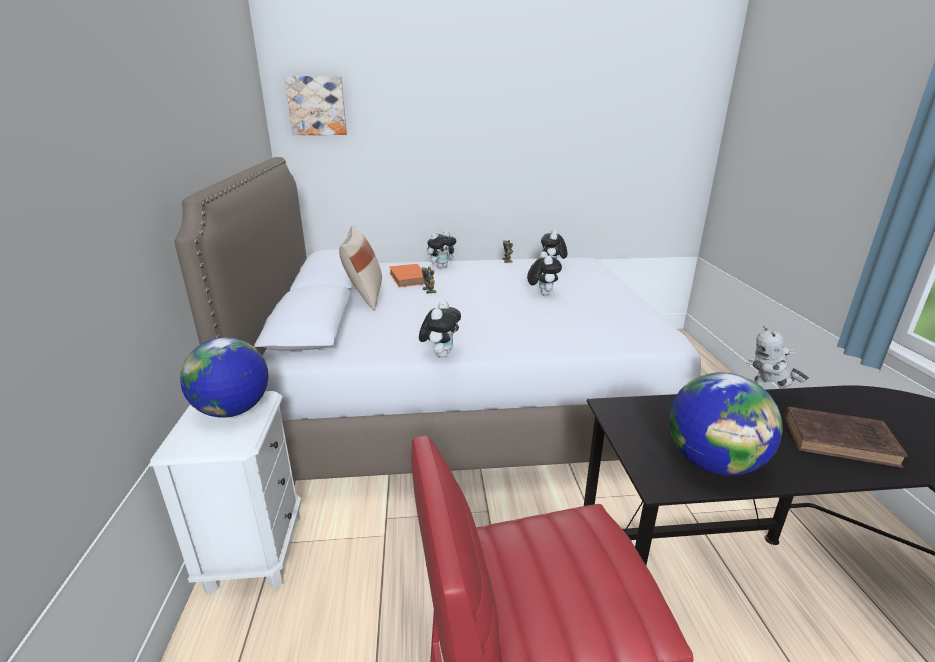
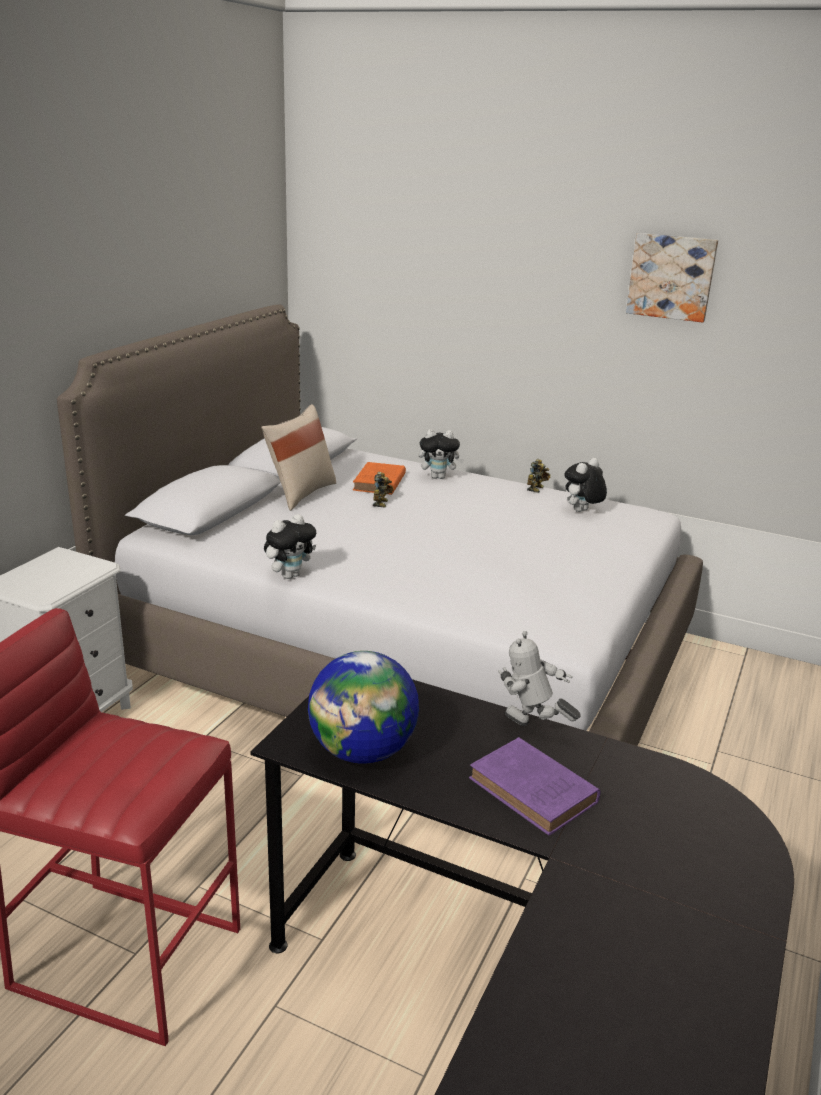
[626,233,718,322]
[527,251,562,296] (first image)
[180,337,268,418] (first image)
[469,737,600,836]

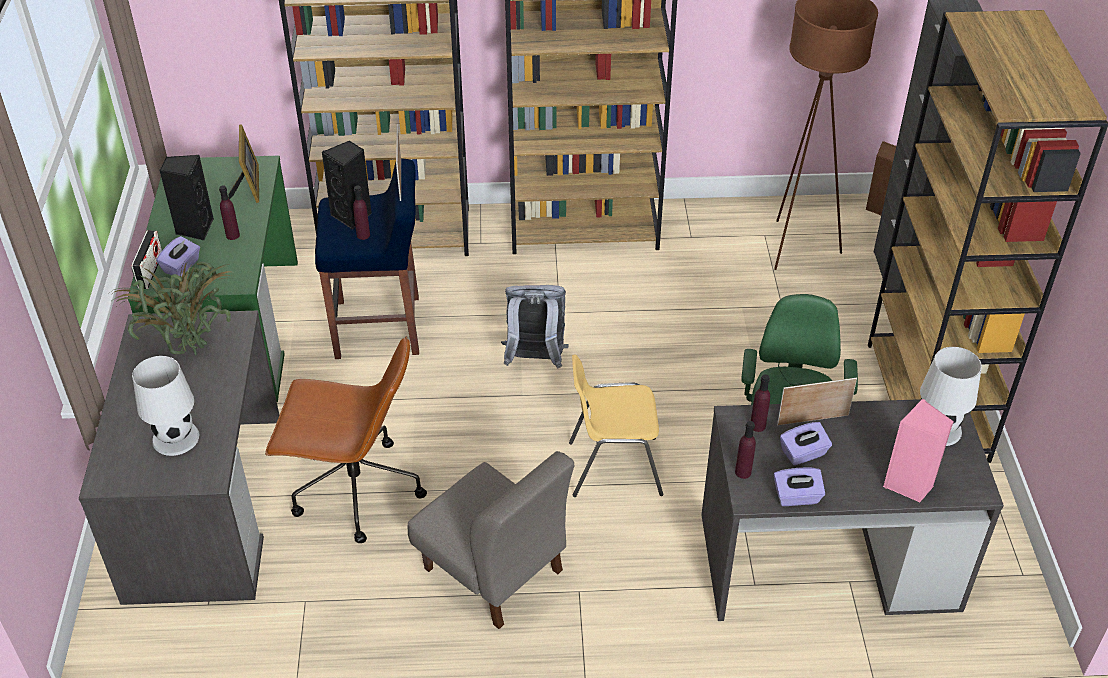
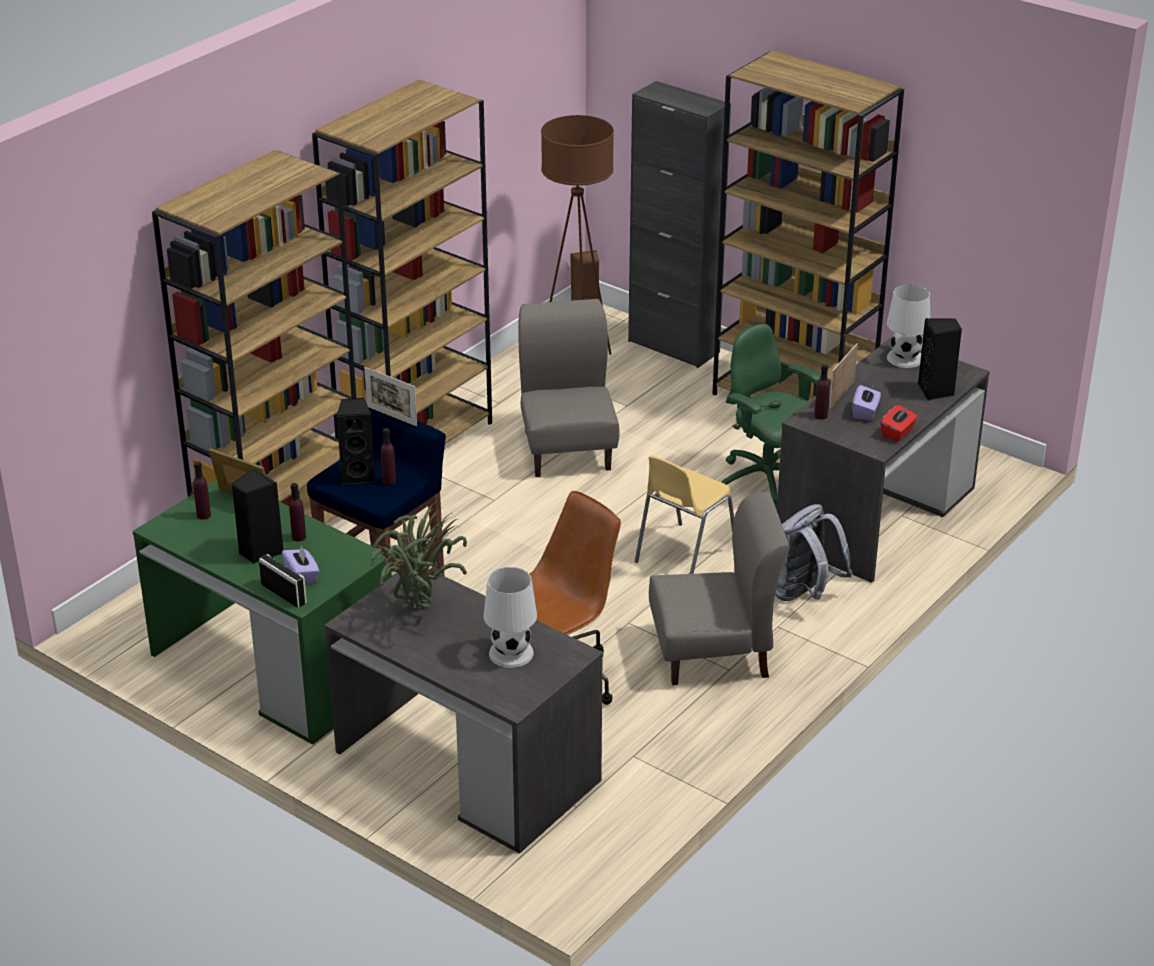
[775,504,852,601]
[918,318,962,401]
[193,461,211,520]
[881,405,918,441]
[518,299,620,477]

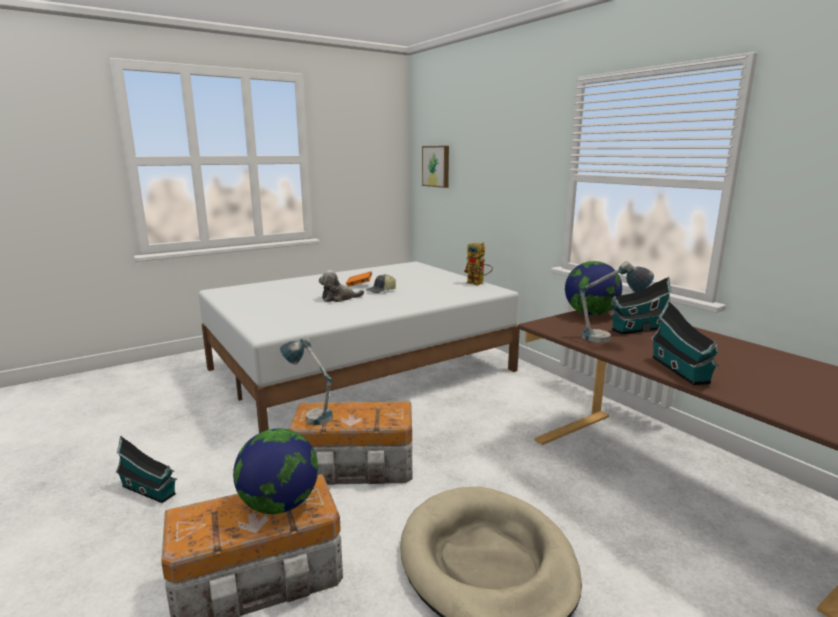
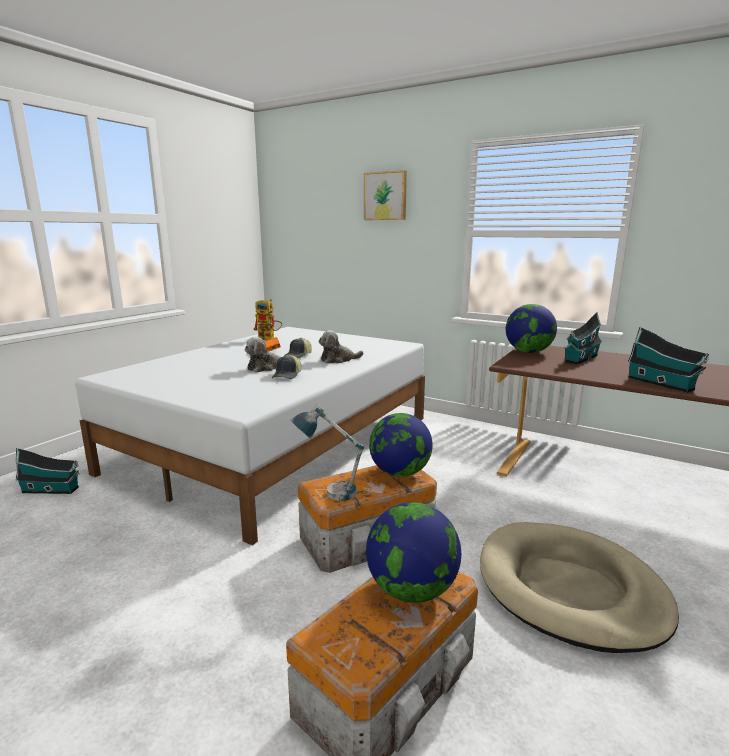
[364,170,407,220]
[253,299,282,341]
[579,261,654,343] (first image)
[15,448,79,494]
[318,330,364,364]
[272,354,301,379]
[369,413,433,477]

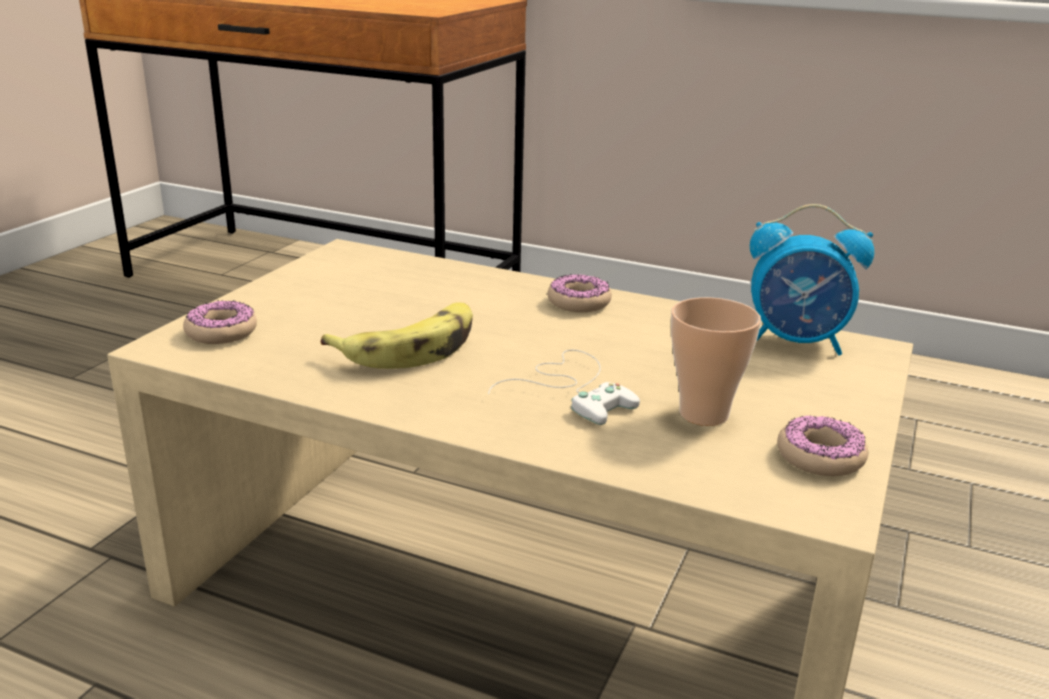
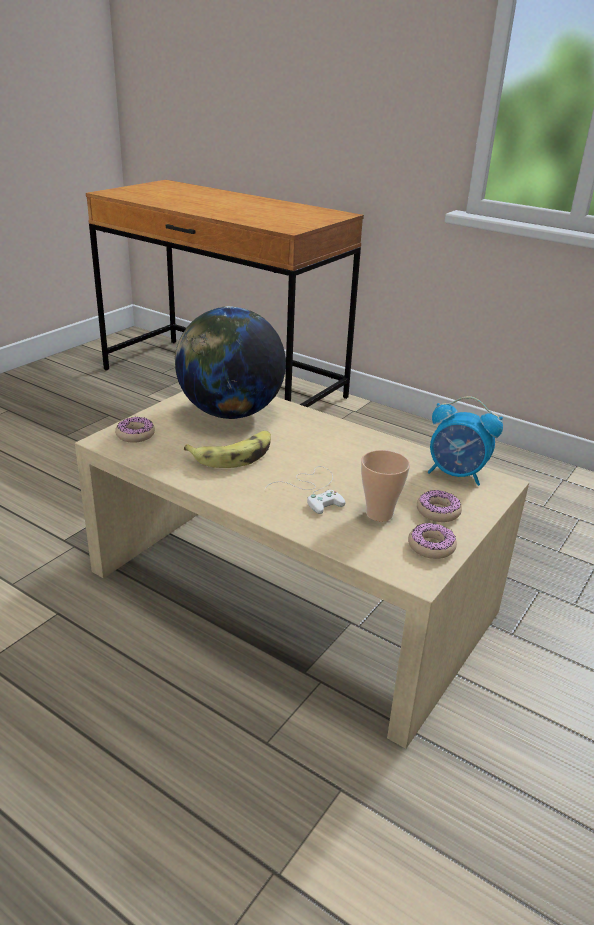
[417,490,462,522]
[175,306,286,419]

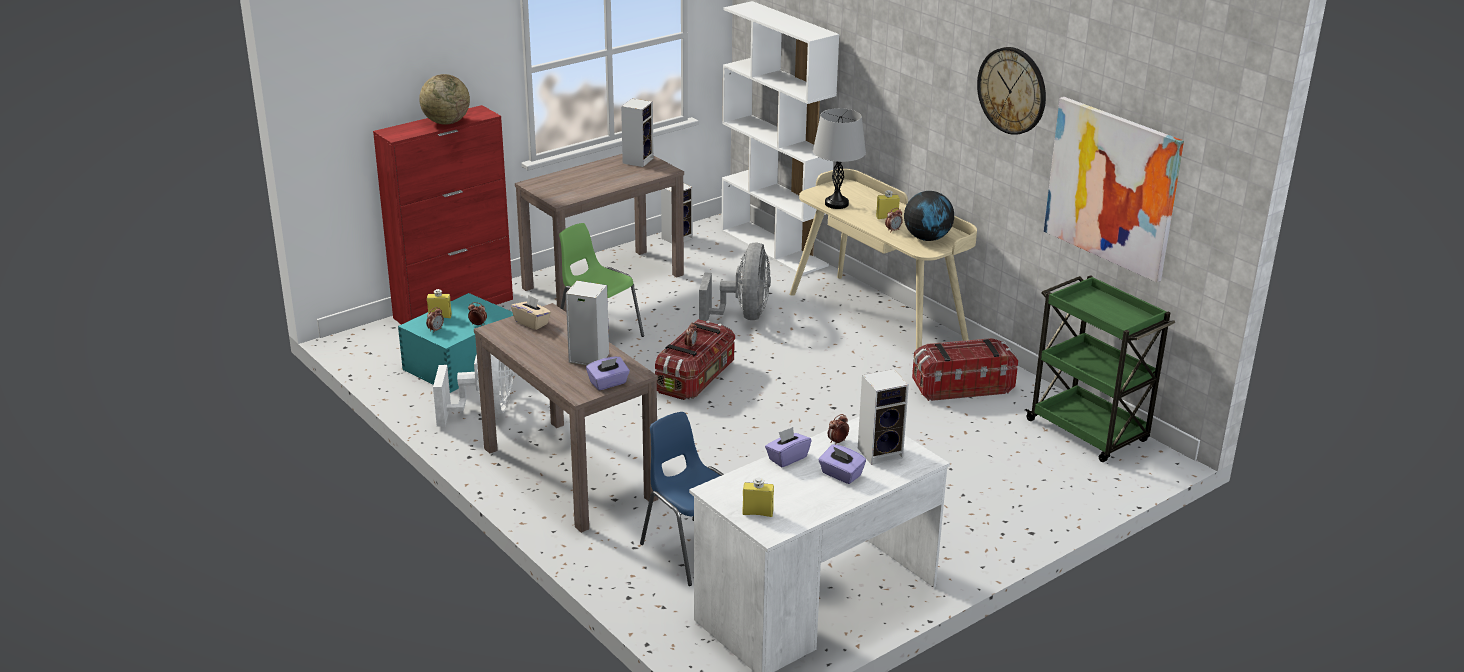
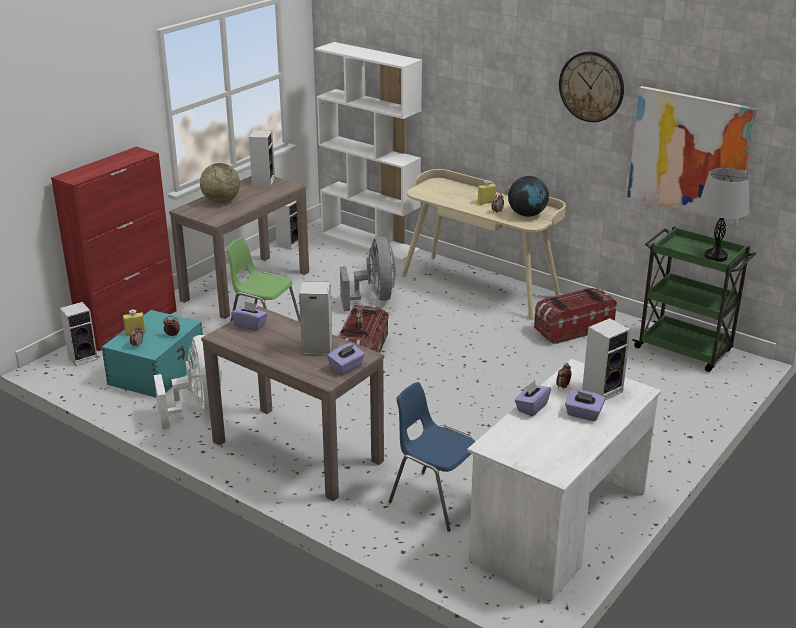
[200,163,240,203]
[698,168,749,262]
[231,301,267,331]
[742,478,774,517] (first image)
[60,302,98,366]

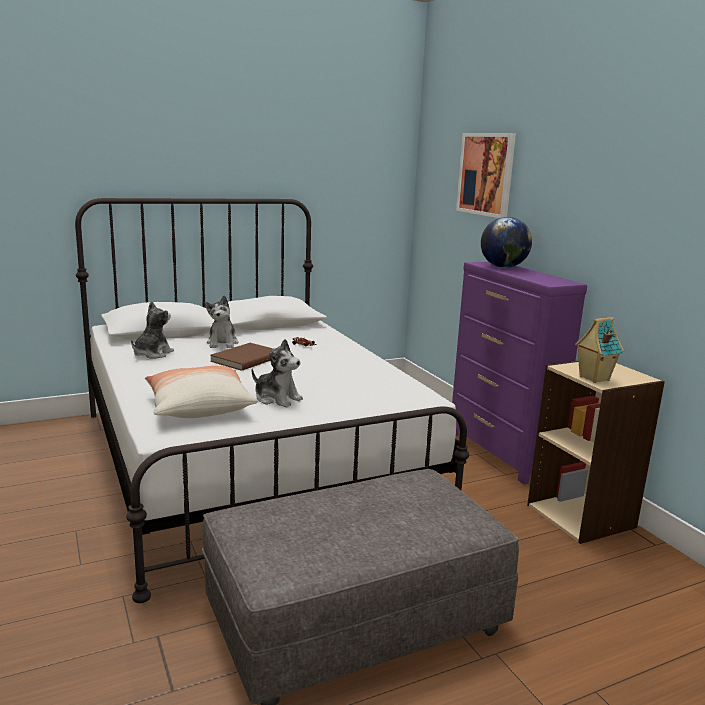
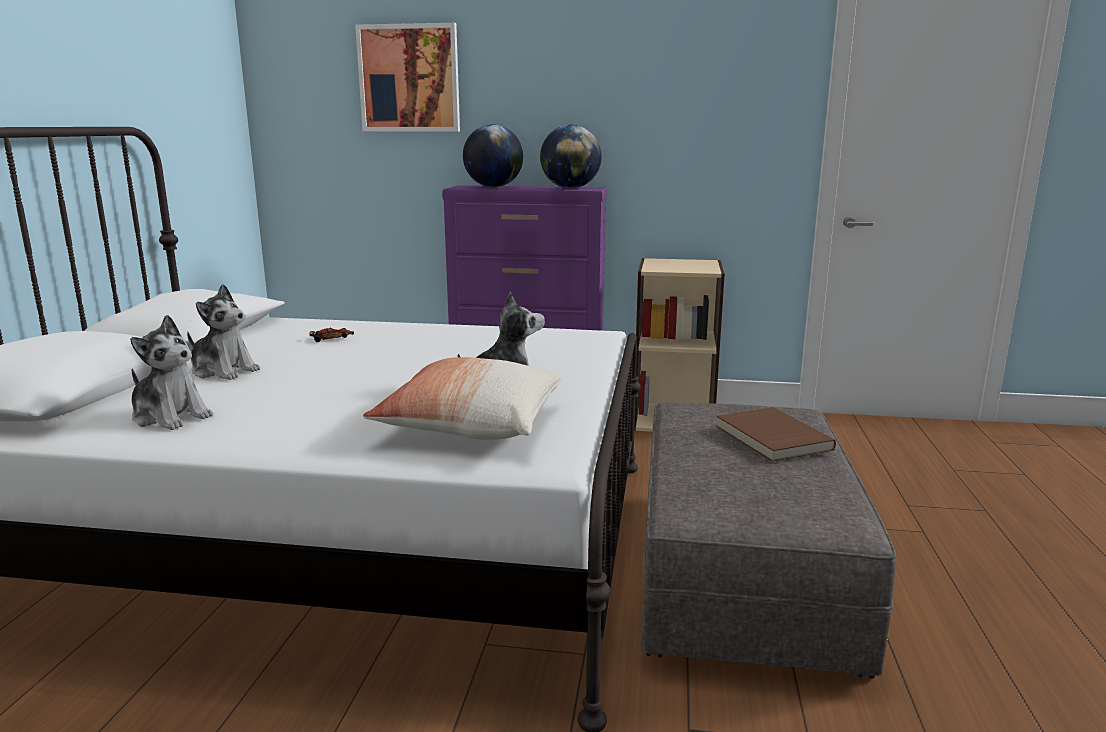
[130,315,213,430]
[575,317,624,383] (first image)
[716,407,836,462]
[540,124,602,188]

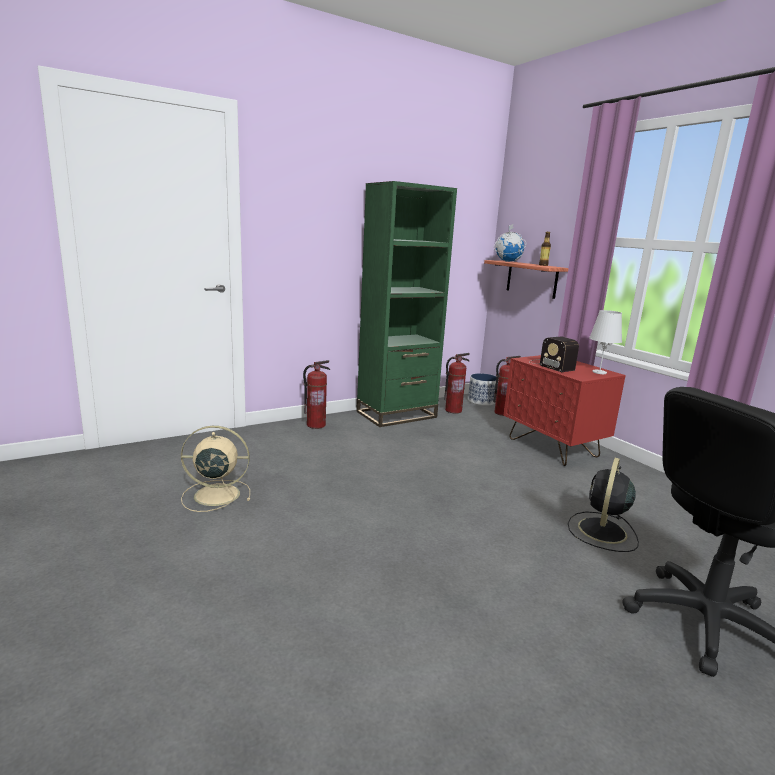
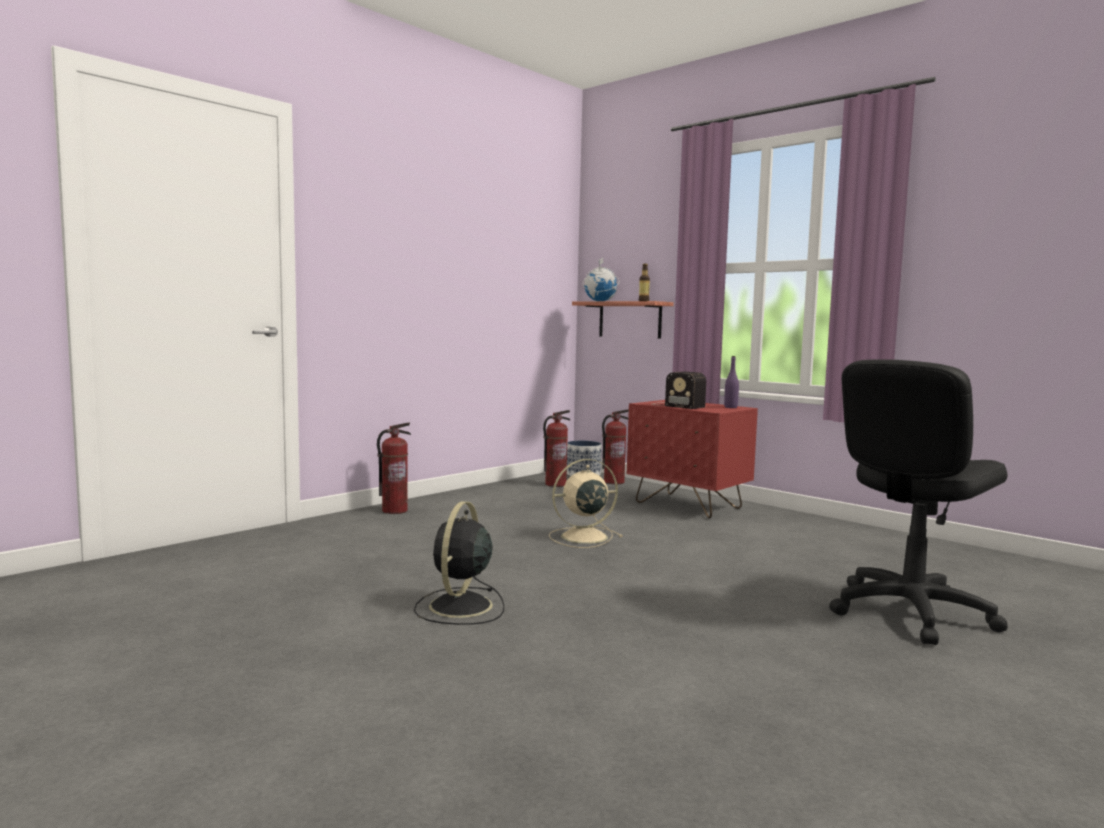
[356,181,457,427] (first image)
[724,356,739,408]
[549,459,623,548]
[414,501,504,625]

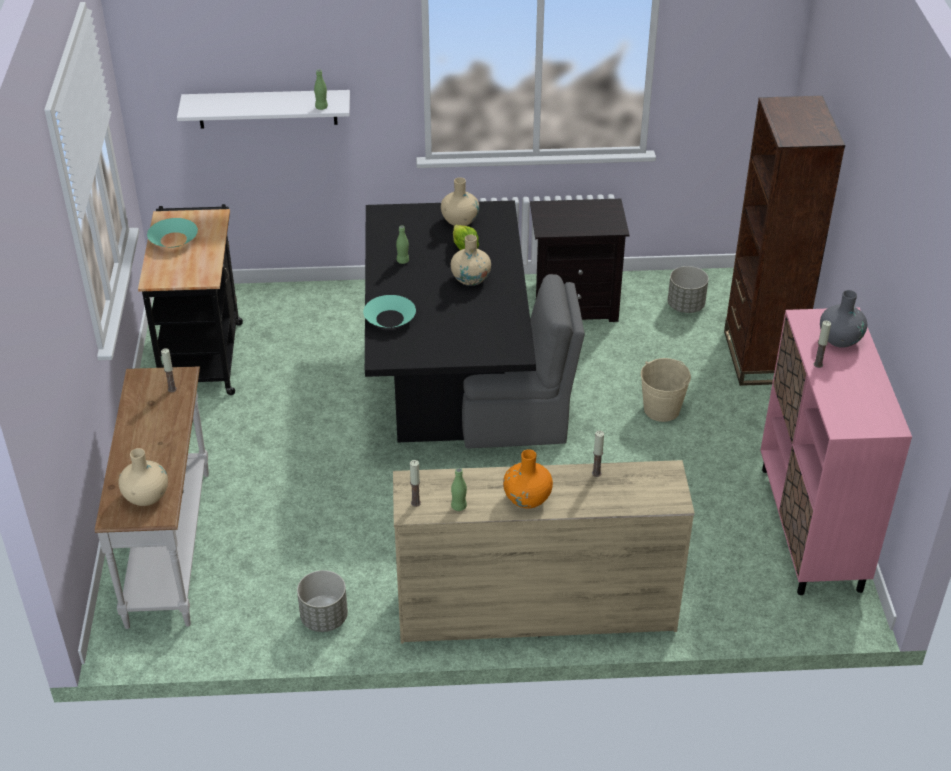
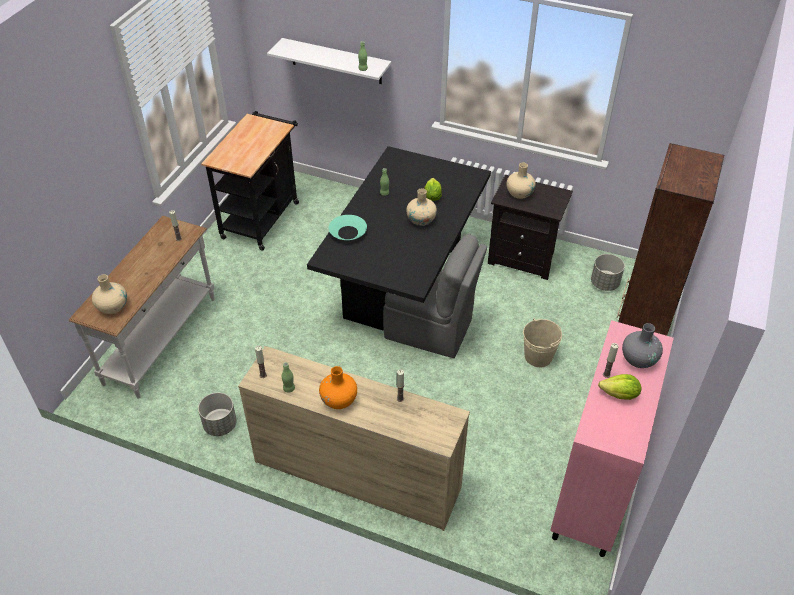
[506,162,536,199]
[147,218,198,248] (first image)
[598,374,641,400]

